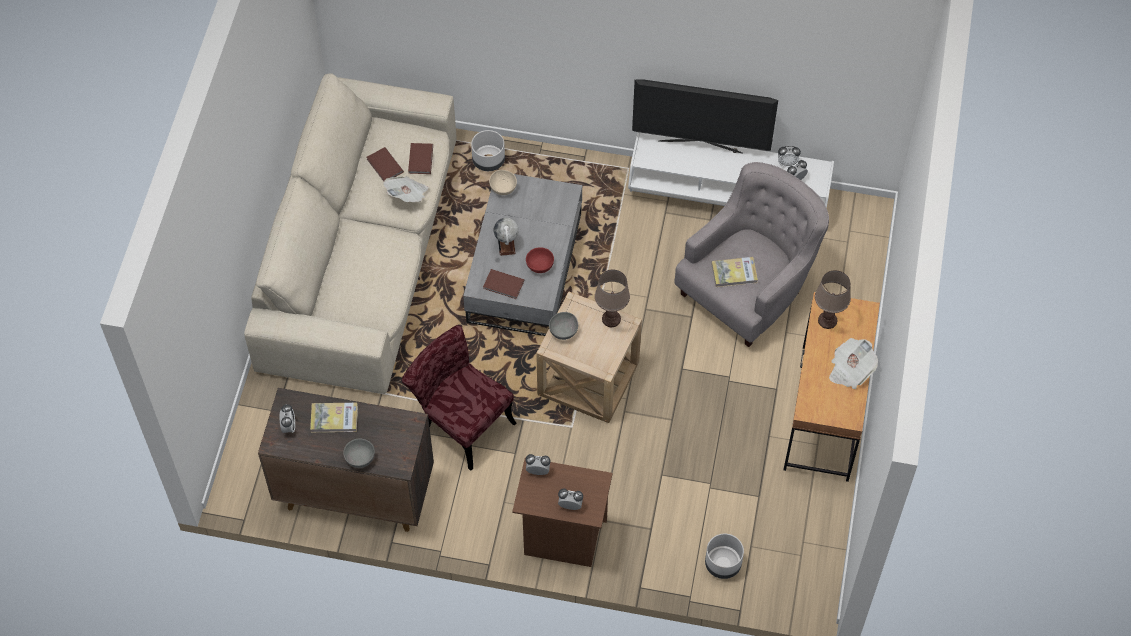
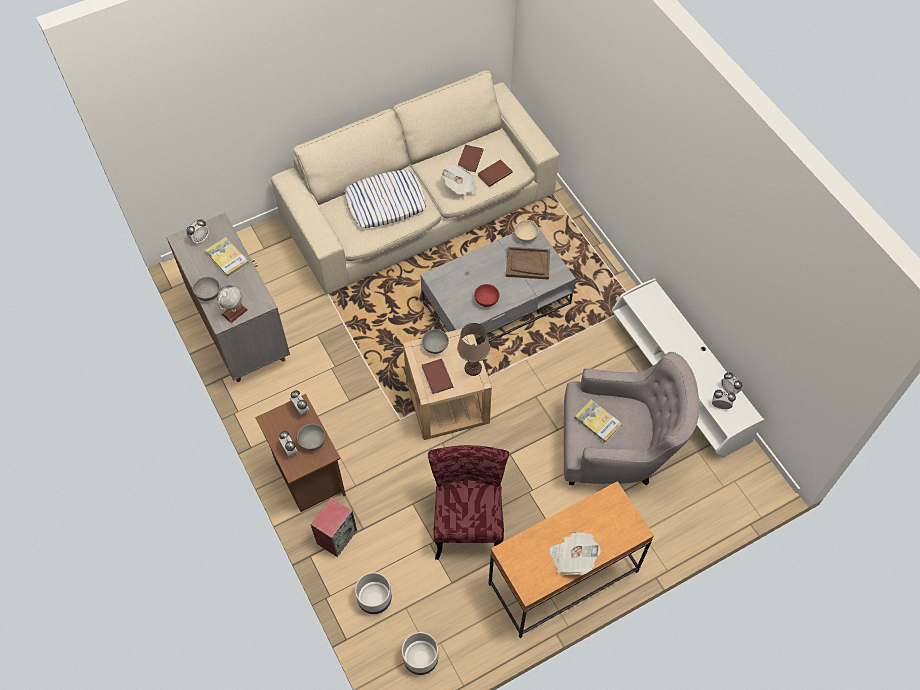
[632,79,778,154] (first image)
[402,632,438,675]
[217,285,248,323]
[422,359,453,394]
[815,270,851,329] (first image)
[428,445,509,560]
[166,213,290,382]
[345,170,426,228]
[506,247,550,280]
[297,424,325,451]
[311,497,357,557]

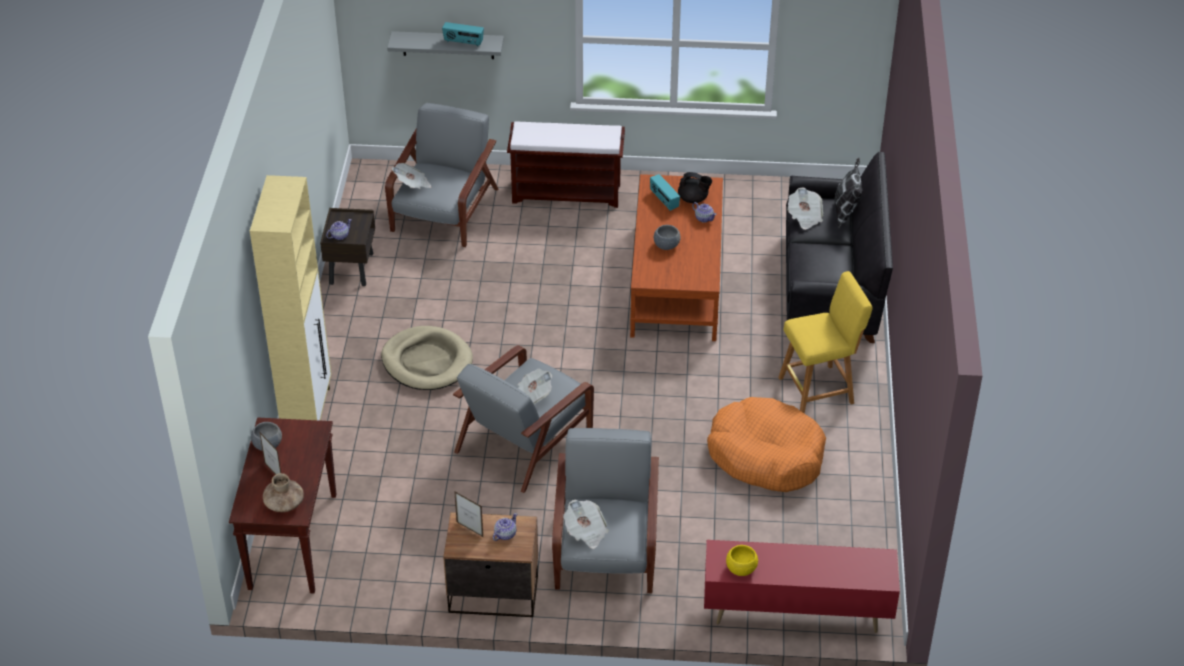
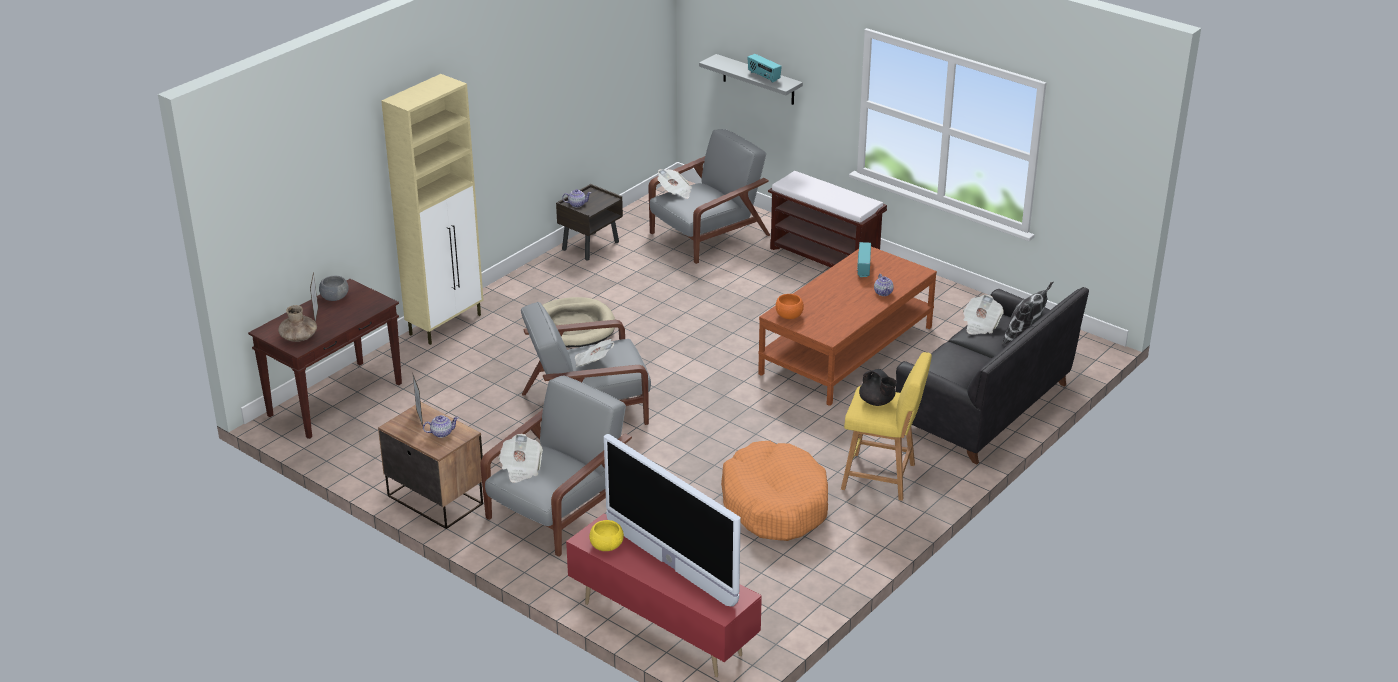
[859,369,897,406]
[654,225,681,250] (first image)
[775,294,804,319]
[604,434,741,607]

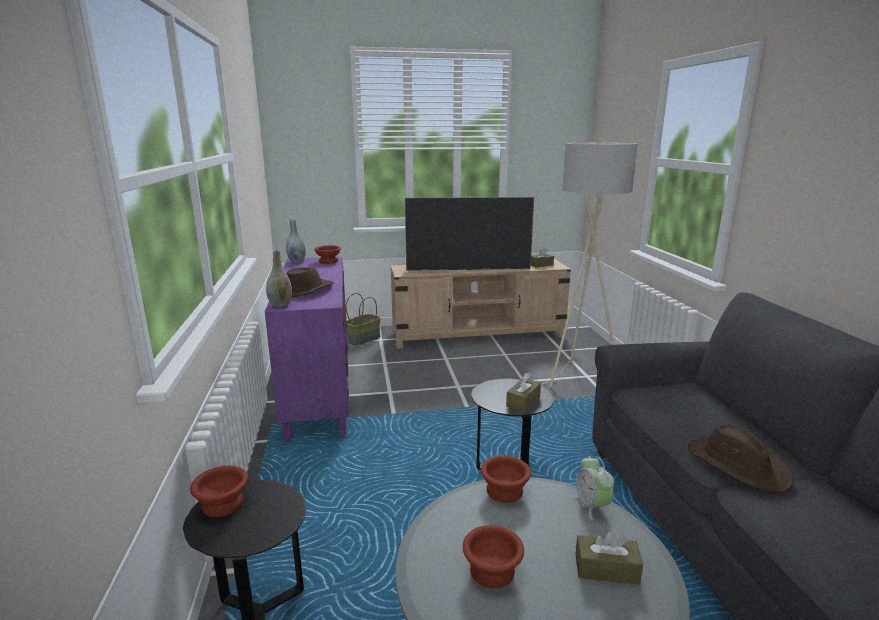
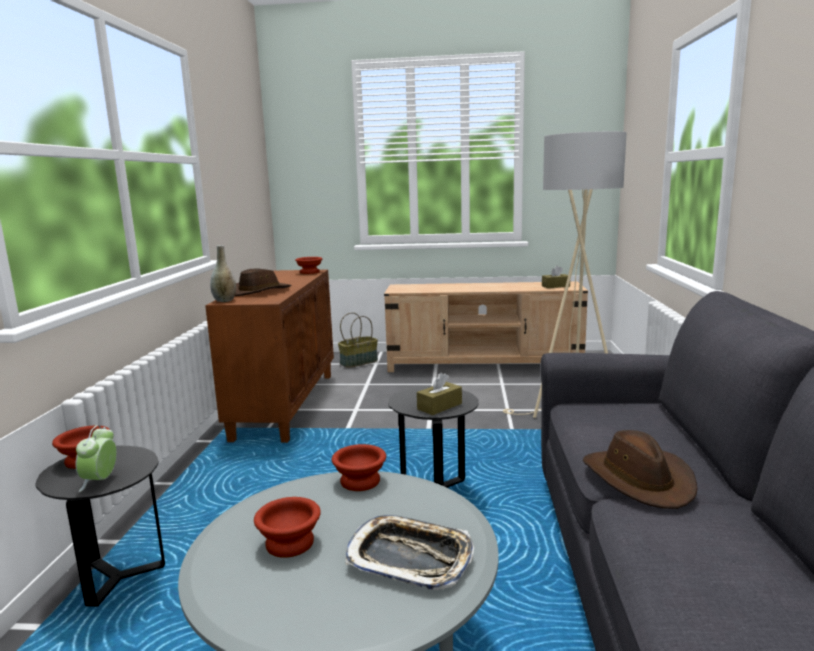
[405,196,534,271] (first image)
[286,220,306,263] (first image)
[205,269,334,443]
[76,425,117,492]
[346,515,474,590]

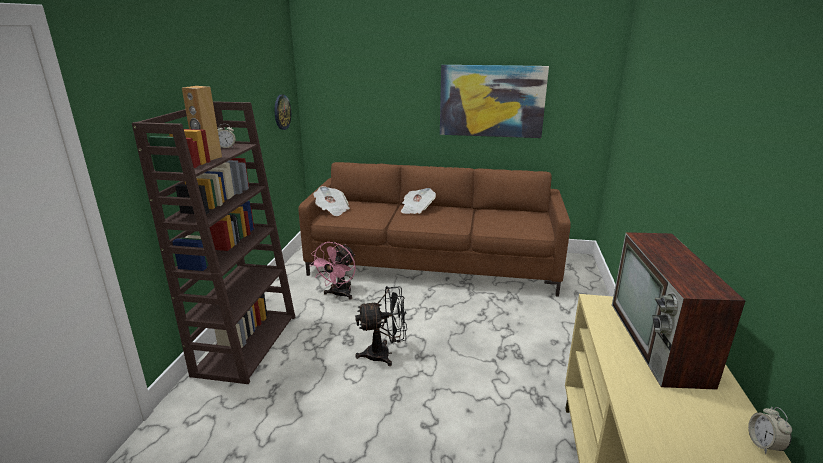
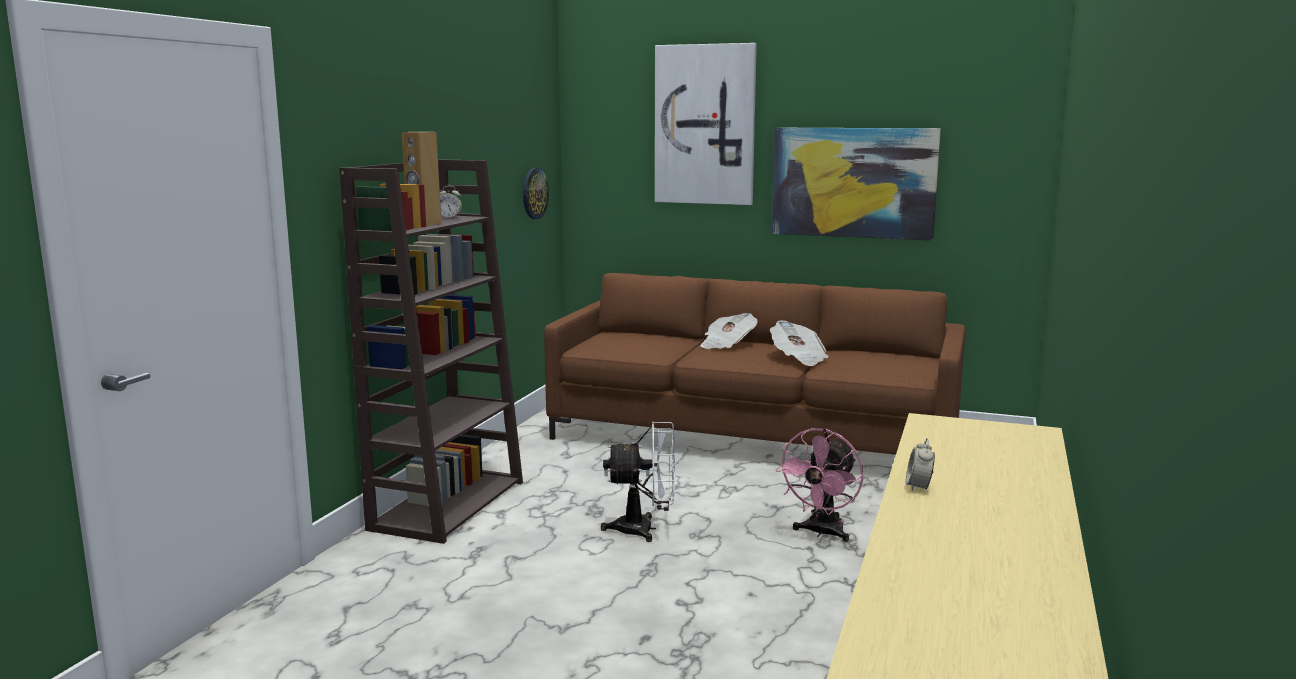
[770,320,829,366]
[612,232,746,390] (first image)
[776,428,863,542]
[601,421,675,542]
[906,438,935,491]
[655,43,757,205]

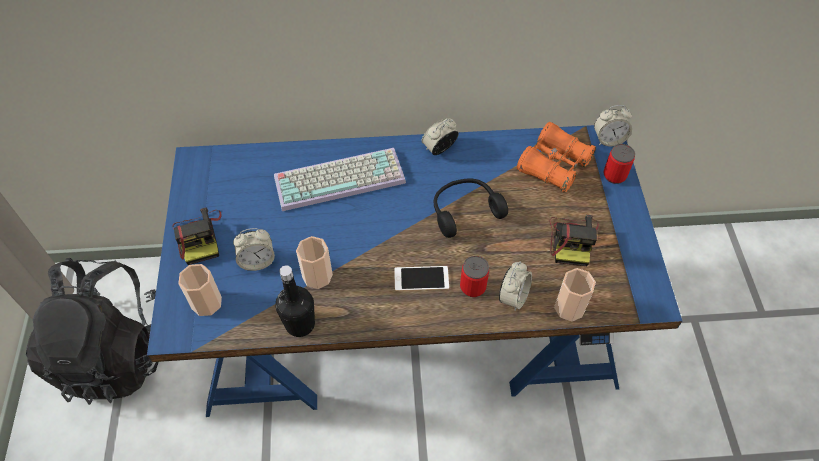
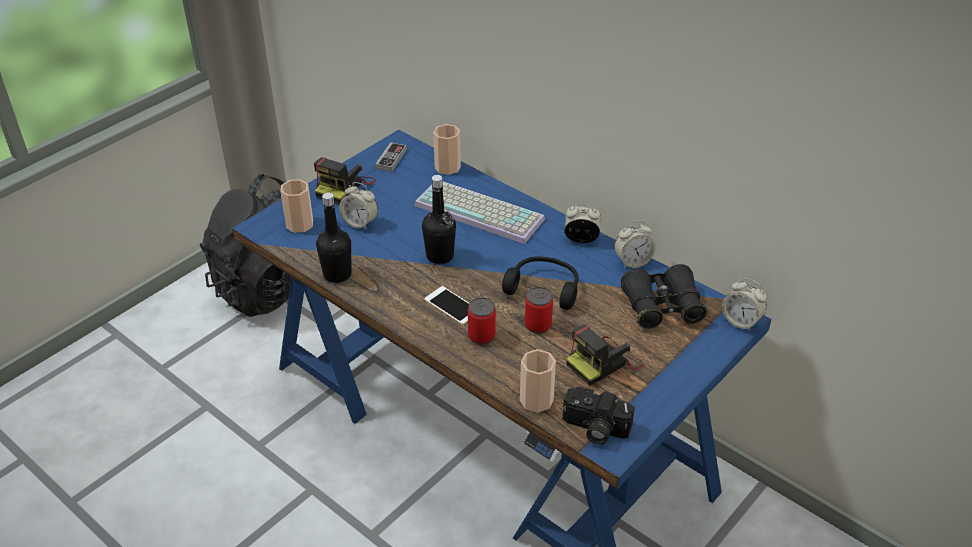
[621,264,708,329]
[525,287,553,334]
[433,124,461,175]
[614,220,655,269]
[375,142,407,172]
[422,175,456,264]
[563,387,635,445]

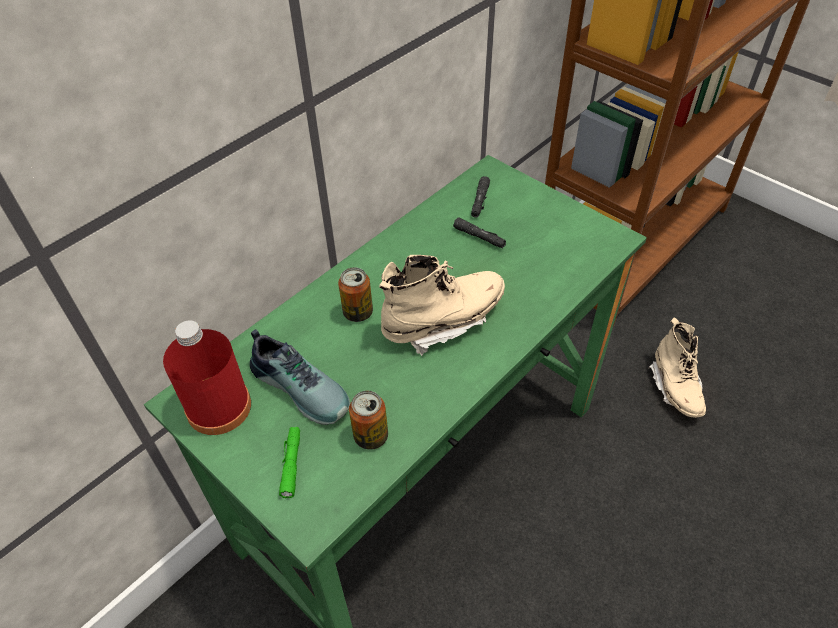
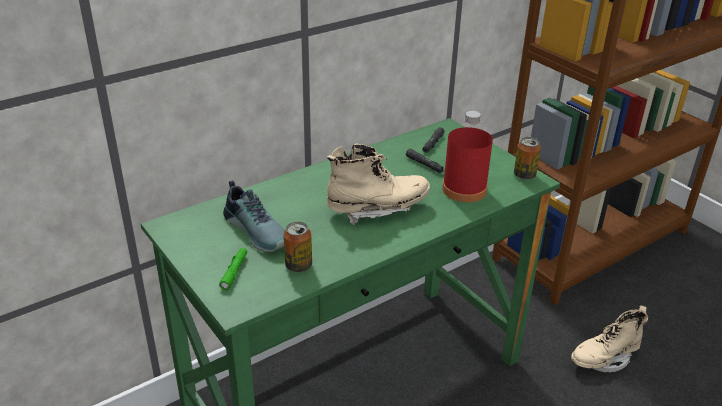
[514,137,541,180]
[571,306,648,373]
[442,111,493,202]

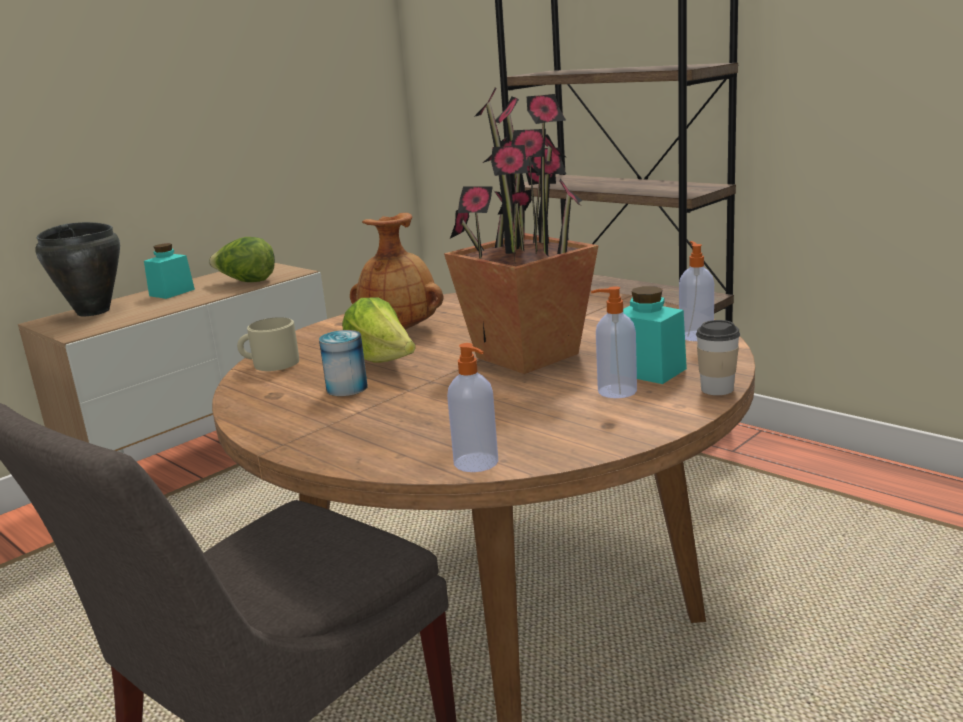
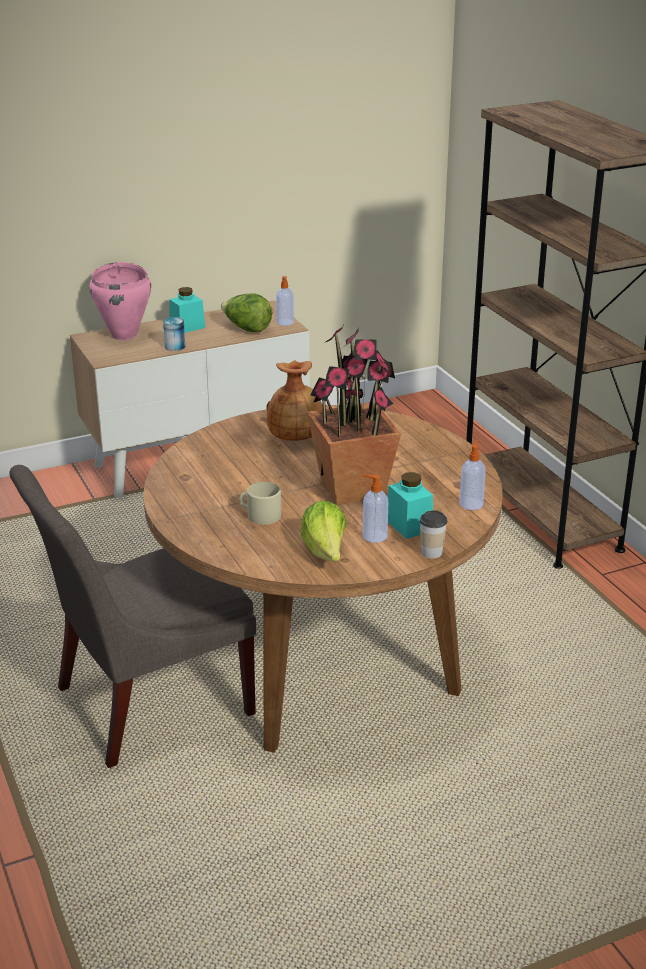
[89,262,151,340]
[301,500,346,561]
[239,482,281,525]
[163,317,185,351]
[276,276,294,326]

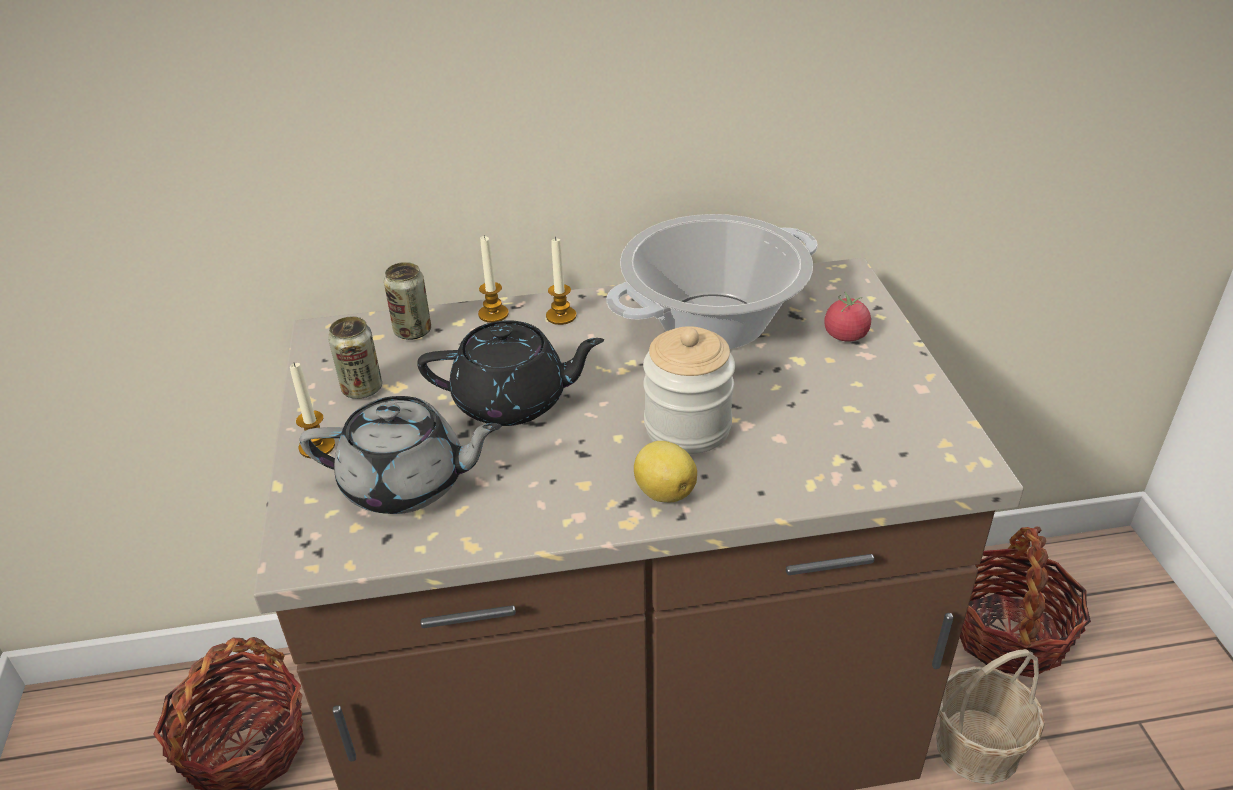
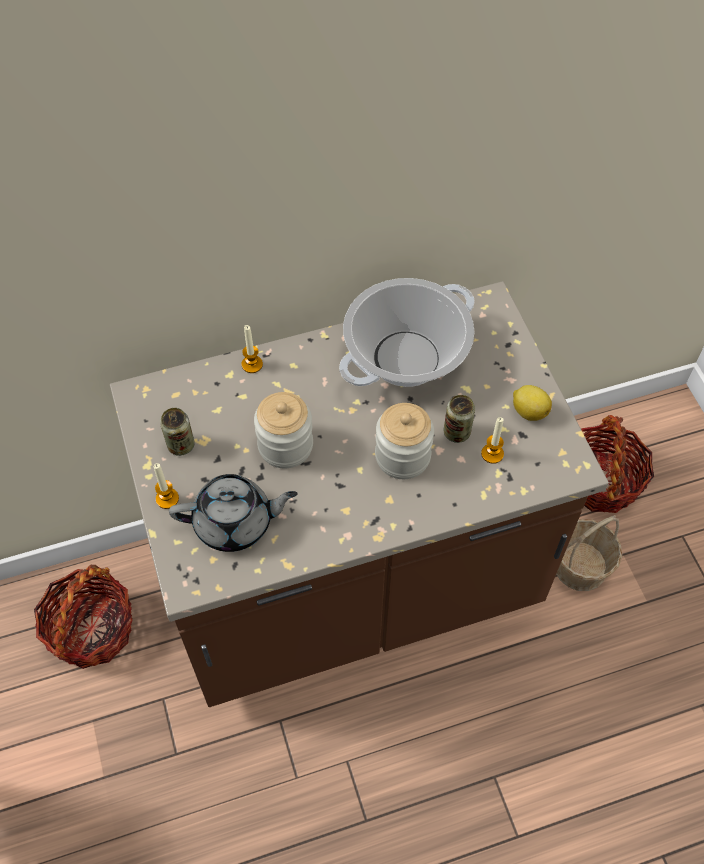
[481,417,504,464]
[444,395,475,443]
[824,291,871,342] (first image)
[254,392,313,468]
[513,385,552,421]

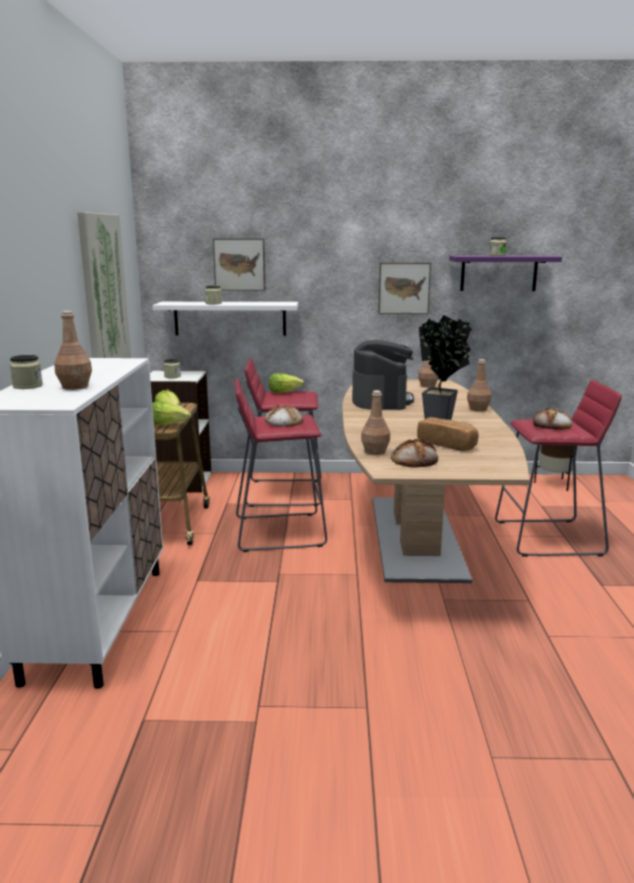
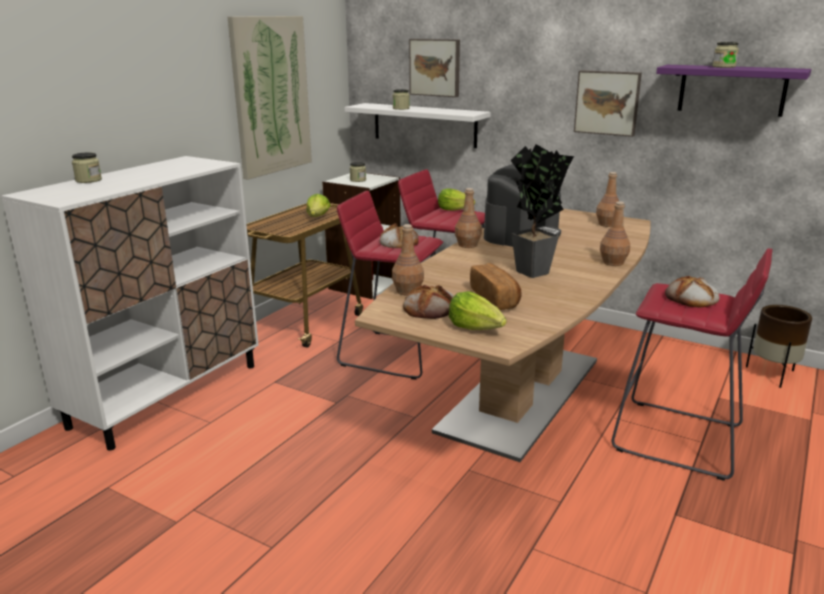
[455,188,482,248]
[449,291,507,330]

